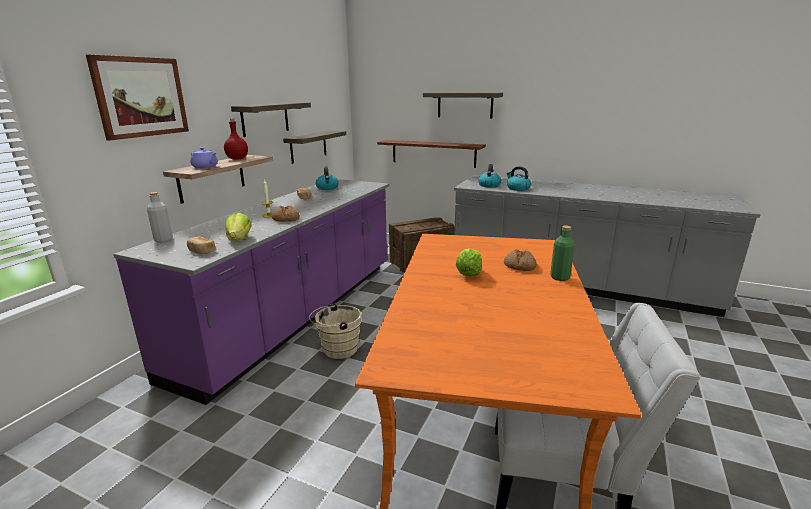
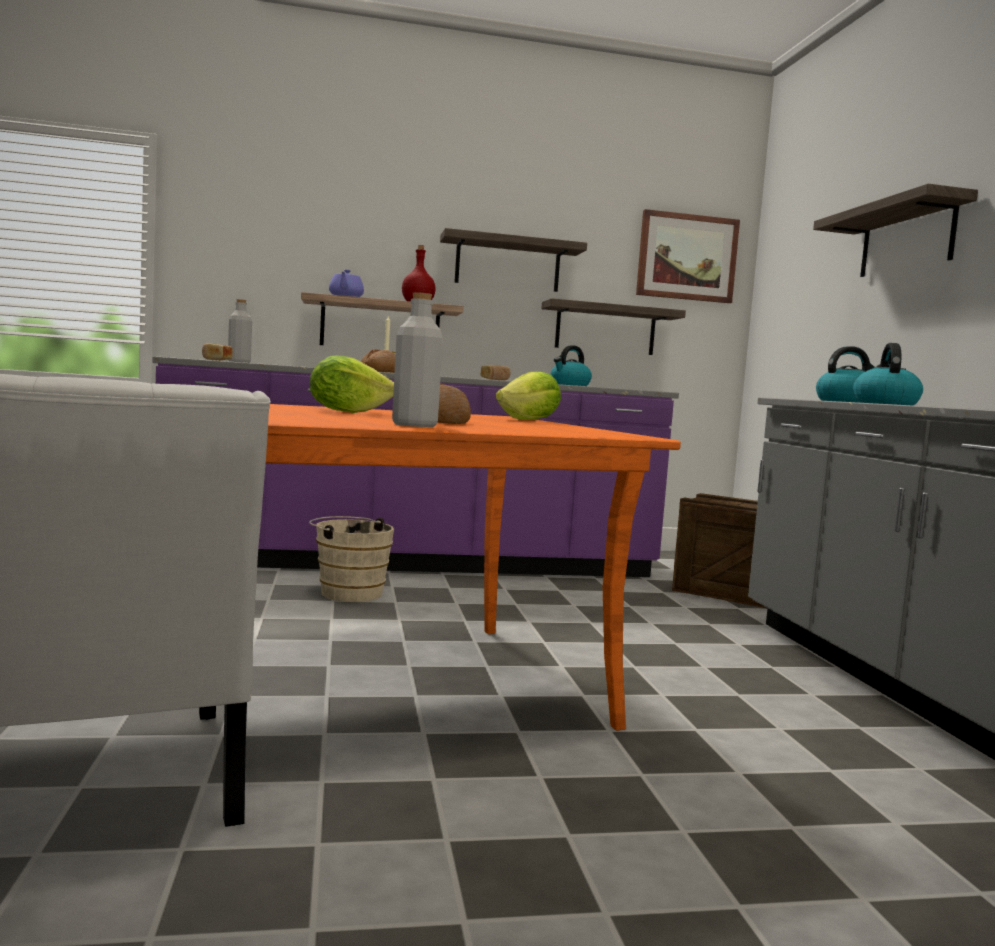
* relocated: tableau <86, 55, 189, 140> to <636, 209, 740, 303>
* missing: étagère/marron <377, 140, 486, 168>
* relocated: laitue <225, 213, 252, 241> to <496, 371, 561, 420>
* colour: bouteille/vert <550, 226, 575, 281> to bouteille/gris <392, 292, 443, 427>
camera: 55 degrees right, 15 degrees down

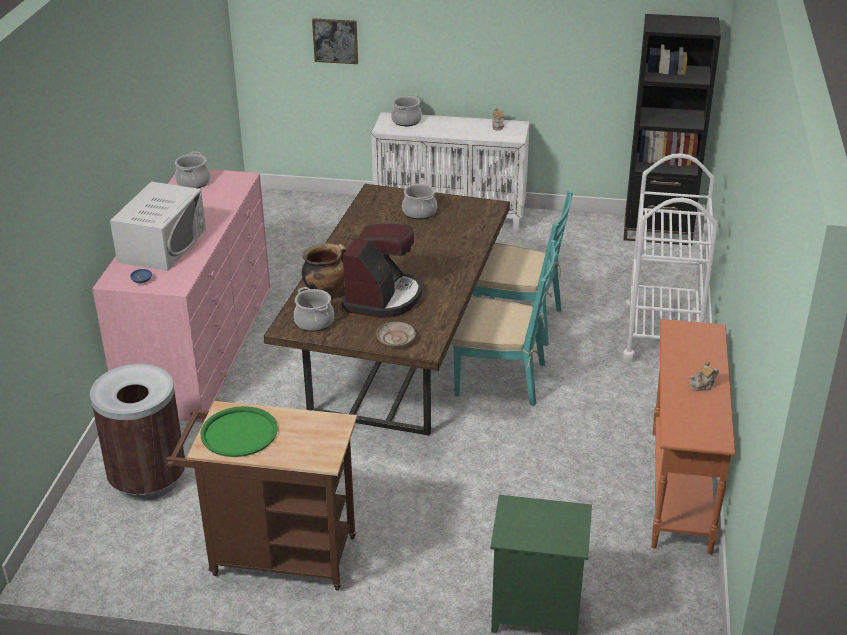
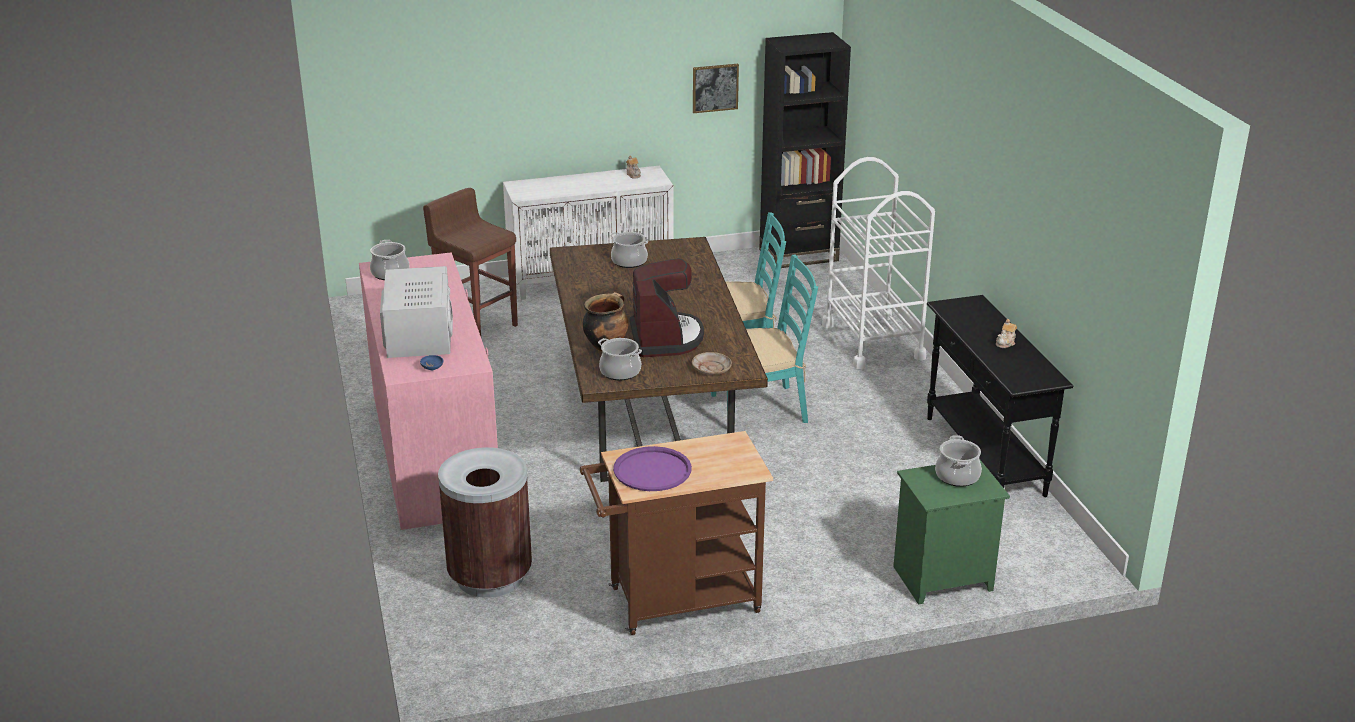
* relocated: tableau <312, 18, 358, 64> to <693, 64, 739, 113>
* relocated: marmite <391, 94, 422, 126> to <935, 435, 982, 487>
* colour: table console/orange <651, 319, 735, 555> to table console/noir <927, 295, 1073, 497>
* colour: plateau/vert <200, 406, 278, 457> to plateau/violet <613, 446, 692, 491>
* appeared: tabouret/marron <423, 188, 518, 336>
camera: 25 degrees left, 5 degrees down

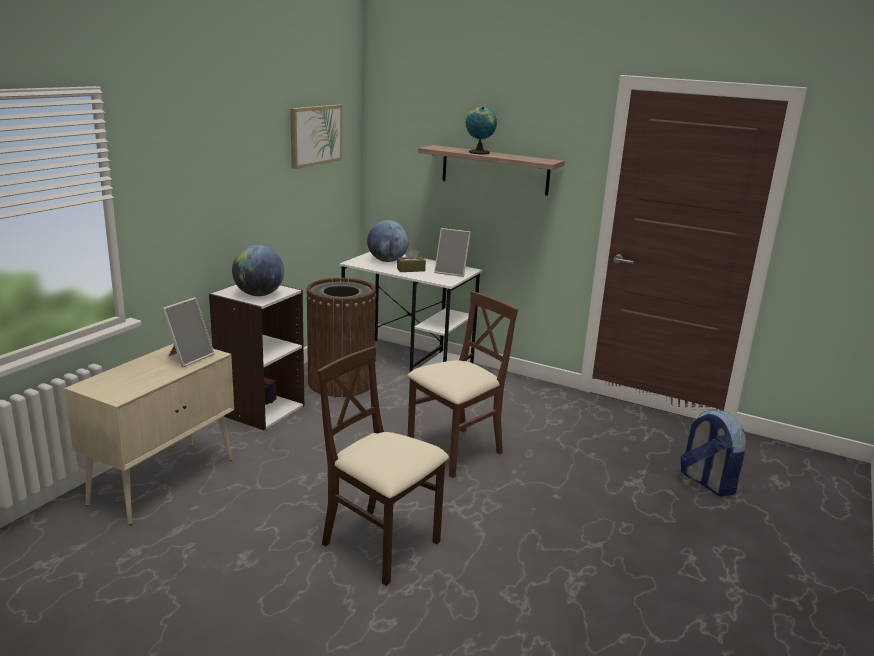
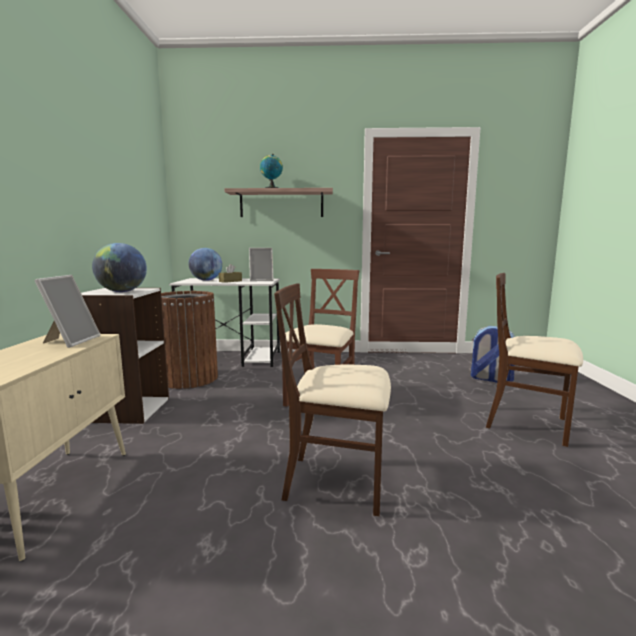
* missing: tableau <290, 105, 342, 169>
* appeared: chaise/beige <486, 273, 583, 447>
camera: 25 degrees left, 10 degrees down

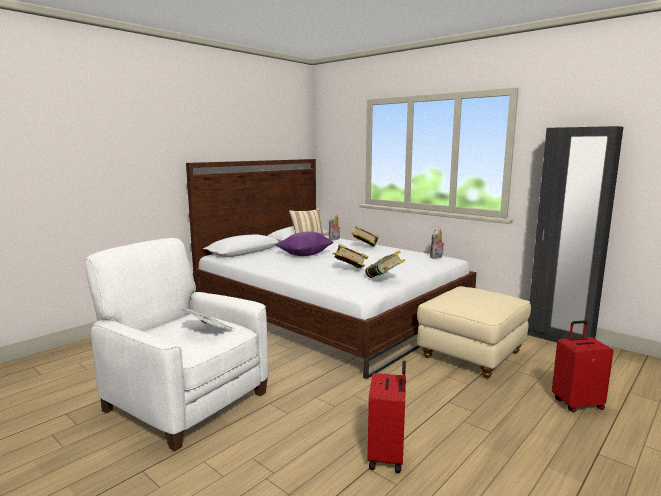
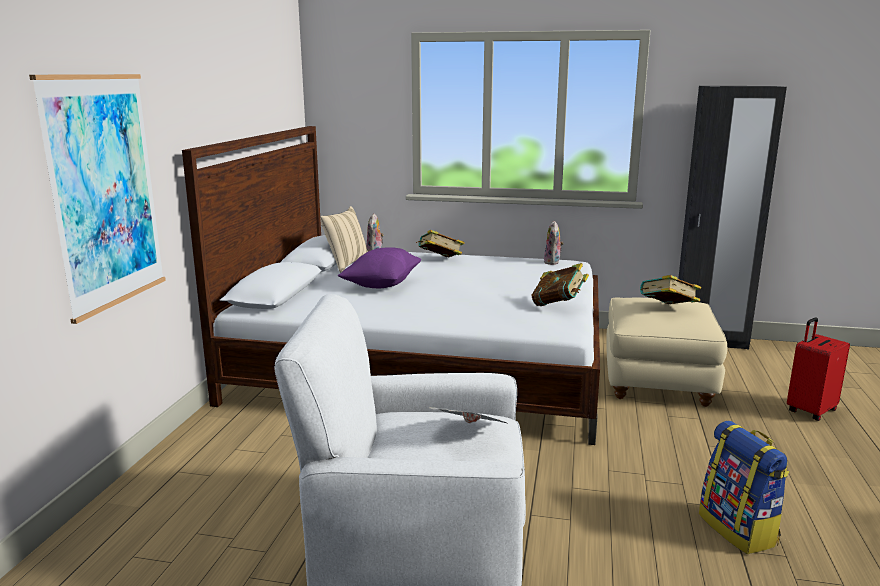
* relocated: livre <332, 244, 369, 268> to <640, 275, 701, 304>
* exchanged: valise/rouge <368, 361, 406, 473> to sac à dos <699, 421, 789, 554>
* appeared: tableau <29, 74, 166, 324>
camera: 30 degrees left, 5 degrees up

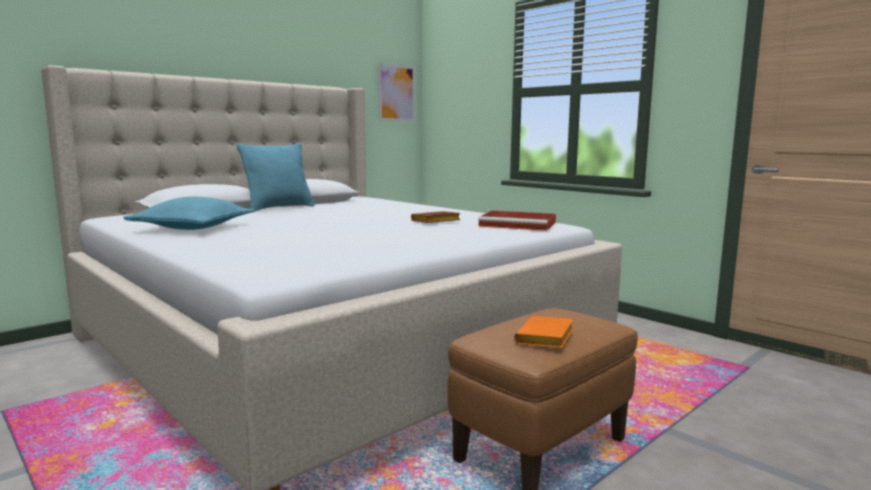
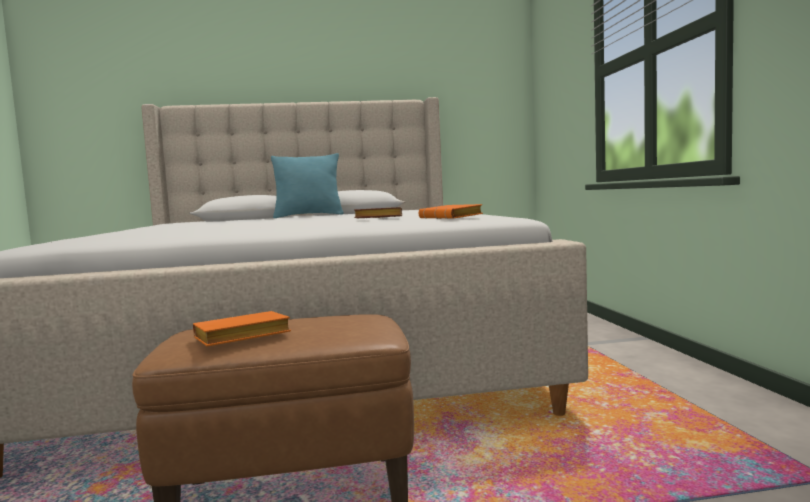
* missing: tableau <378, 63, 415, 122>
* missing: coussin/turquoise <123, 197, 255, 230>
* exchanged: plateau/rouge <478, 210, 556, 231> to livre/orange <419, 204, 483, 219>
camera: 35 degrees right, 5 degrees down

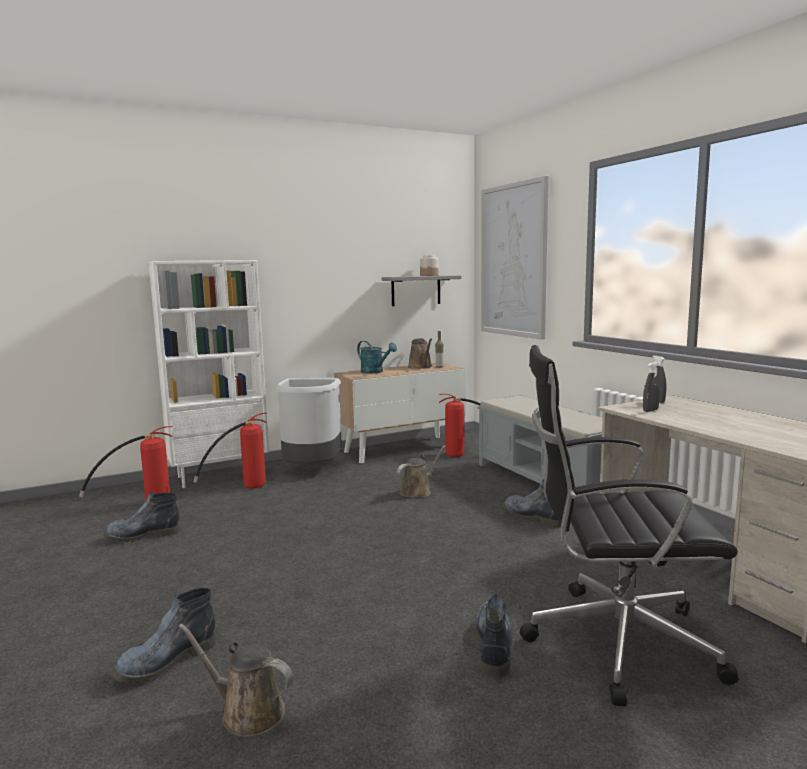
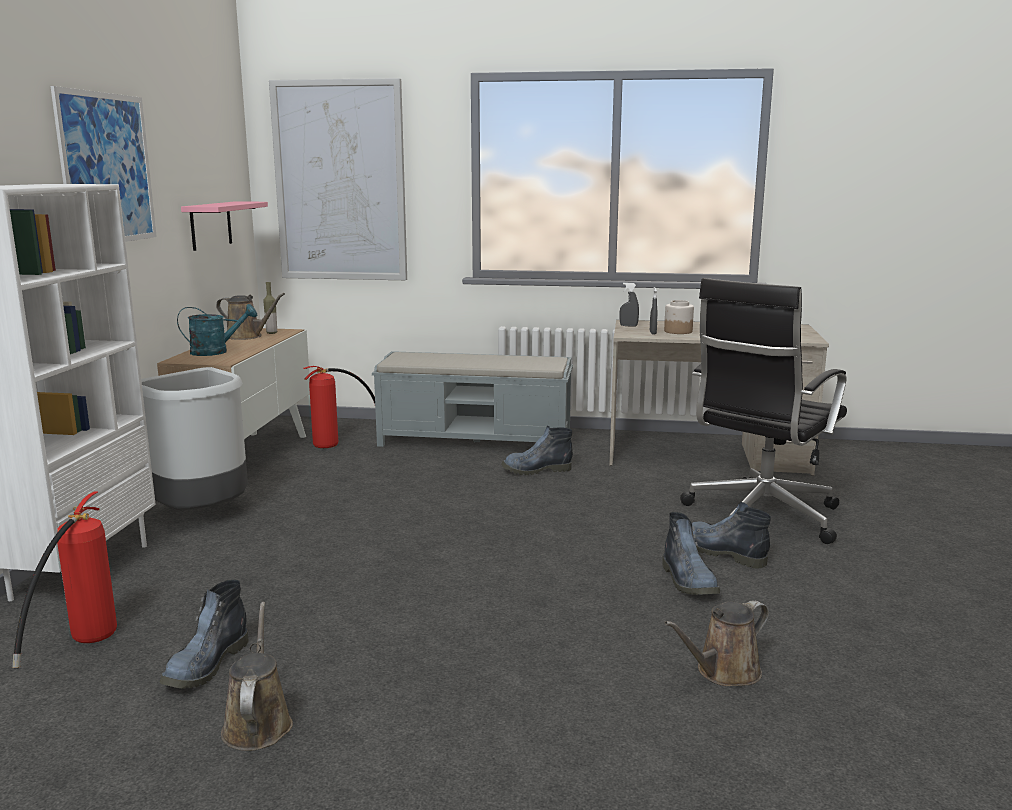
* relocated: bocal <420, 255, 438, 276> to <664, 300, 694, 334>
* colour: étagère/gris <381, 275, 461, 306> to étagère/rose <181, 201, 268, 251>
* missing: extincteur <193, 413, 267, 488>
* relocated: arrosoir/marron <397, 445, 446, 498> to <221, 602, 293, 751>
* relocated: botte <110, 588, 215, 684> to <662, 512, 720, 595>
* appeared: tableau <51, 86, 157, 242>
camera: 55 degrees left, 5 degrees up

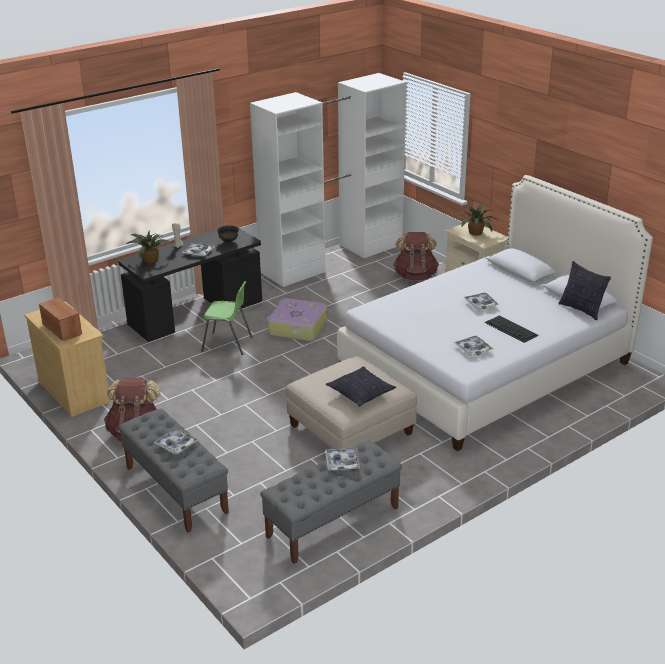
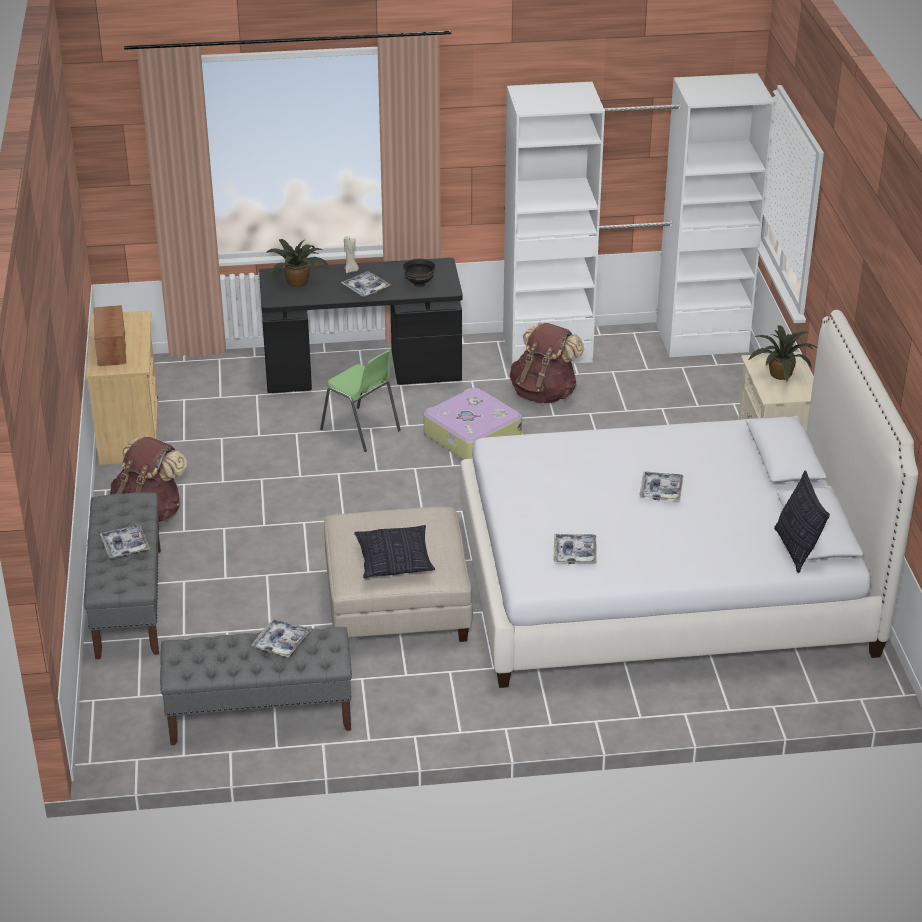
* relocated: sac à dos/marron <393, 232, 439, 280> to <510, 323, 584, 403>
* missing: clavier <485, 315, 539, 343>
camera: 30 degrees right, 5 degrees up

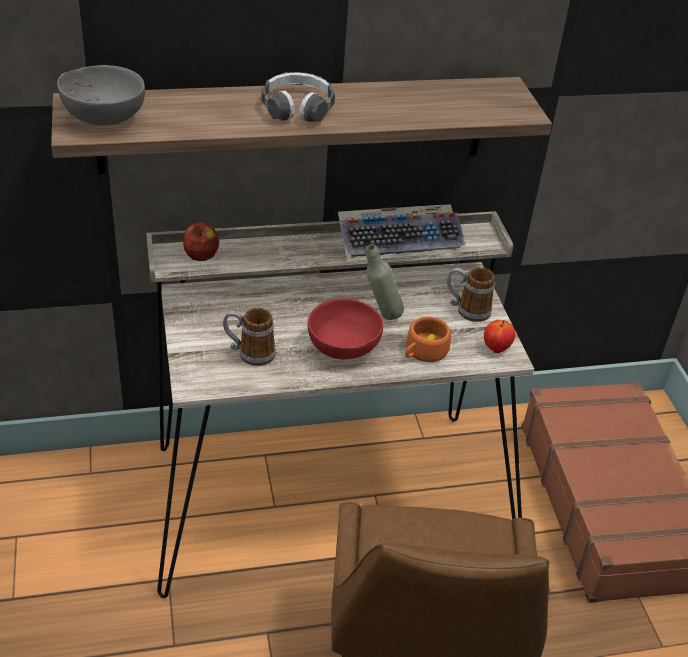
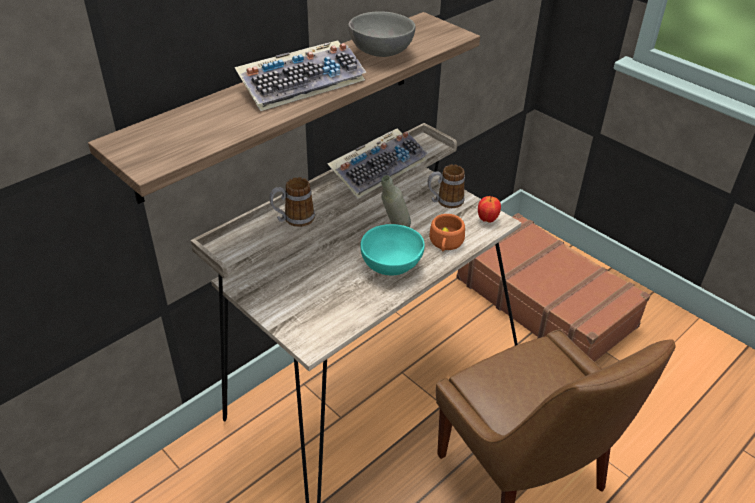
* relocated: bol/gris <57, 65, 145, 125> to <348, 11, 415, 57>
* exchanged: casque audio <261, 72, 335, 122> to clavier <234, 41, 366, 111>
* missing: pomme <183, 222, 219, 261>
* colour: bol/rouge <308, 298, 384, 360> to bol/turquoise <360, 224, 425, 275>
* relocated: mug <223, 307, 276, 366> to <269, 177, 315, 227>
camera: 30 degrees left, 0 degrees up

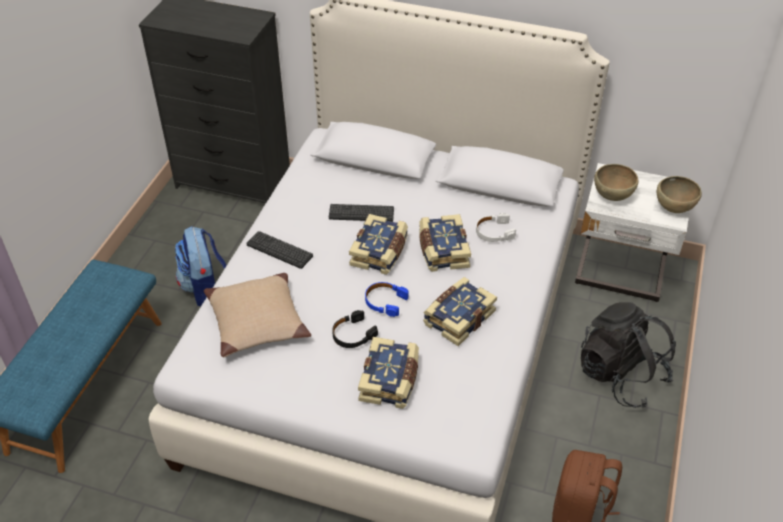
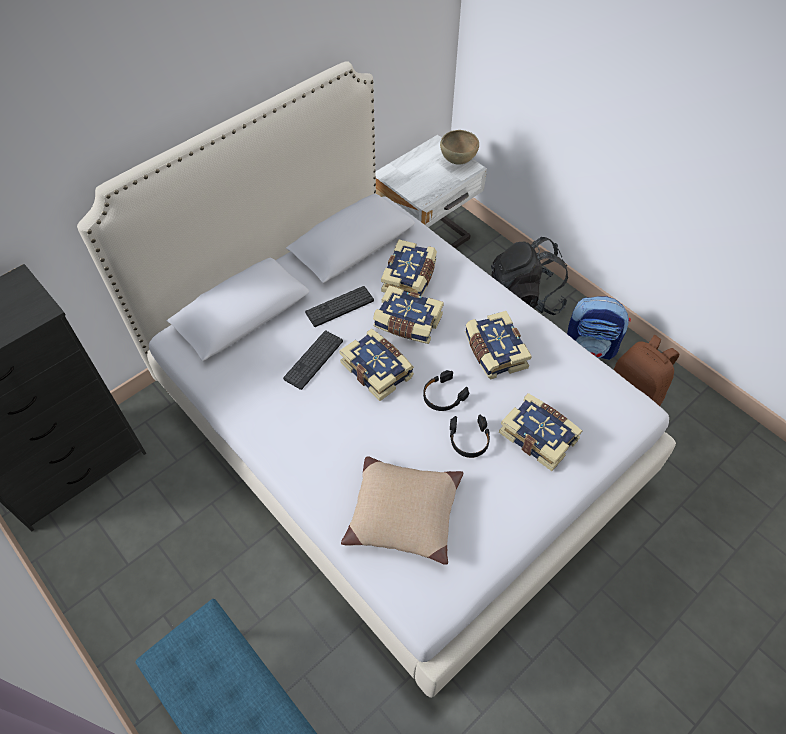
* missing: bol/marron <594, 164, 639, 201>
* exchanged: casque audio/blanc <476, 213, 516, 242> to livre <381, 239, 437, 297>
* relocated: sac à dos <175, 226, 227, 307> to <567, 297, 631, 360>
* relocated: clavier <246, 231, 313, 269> to <305, 286, 374, 327>
* colour: casque audio/bleu <365, 282, 409, 317> to casque audio/noir <423, 370, 469, 411>
camera: 60 degrees left, 10 degrees up

